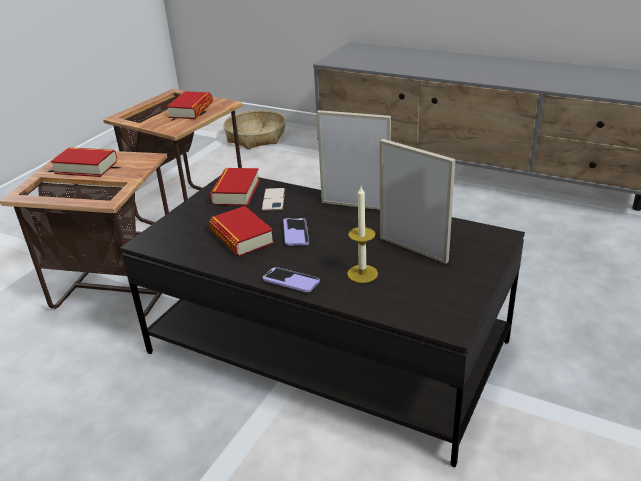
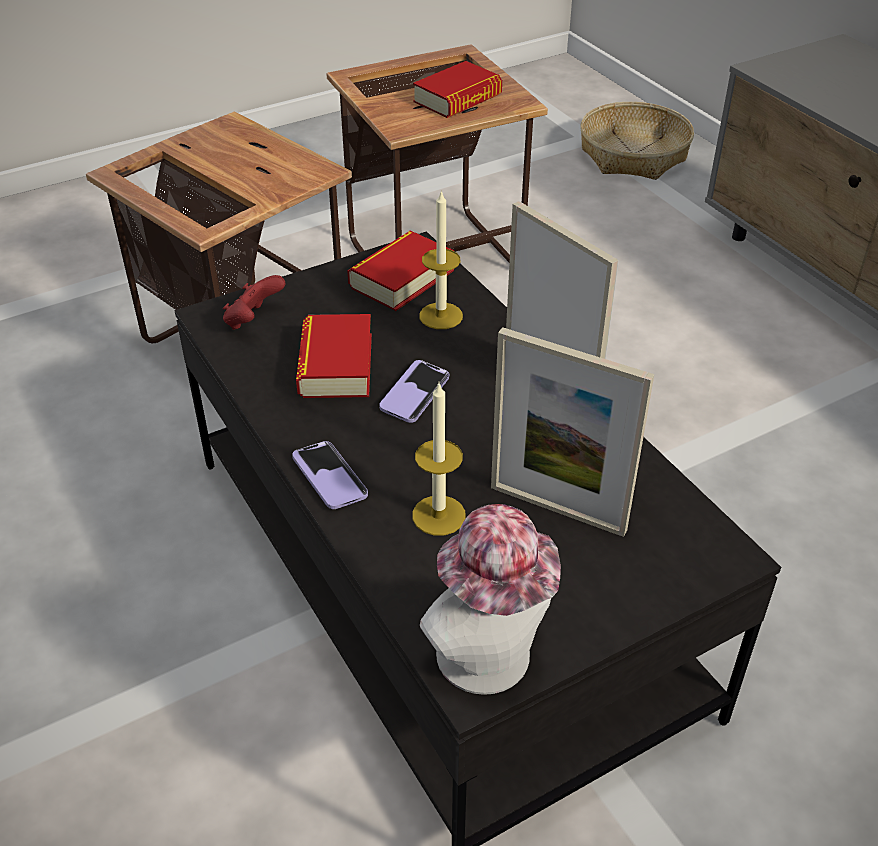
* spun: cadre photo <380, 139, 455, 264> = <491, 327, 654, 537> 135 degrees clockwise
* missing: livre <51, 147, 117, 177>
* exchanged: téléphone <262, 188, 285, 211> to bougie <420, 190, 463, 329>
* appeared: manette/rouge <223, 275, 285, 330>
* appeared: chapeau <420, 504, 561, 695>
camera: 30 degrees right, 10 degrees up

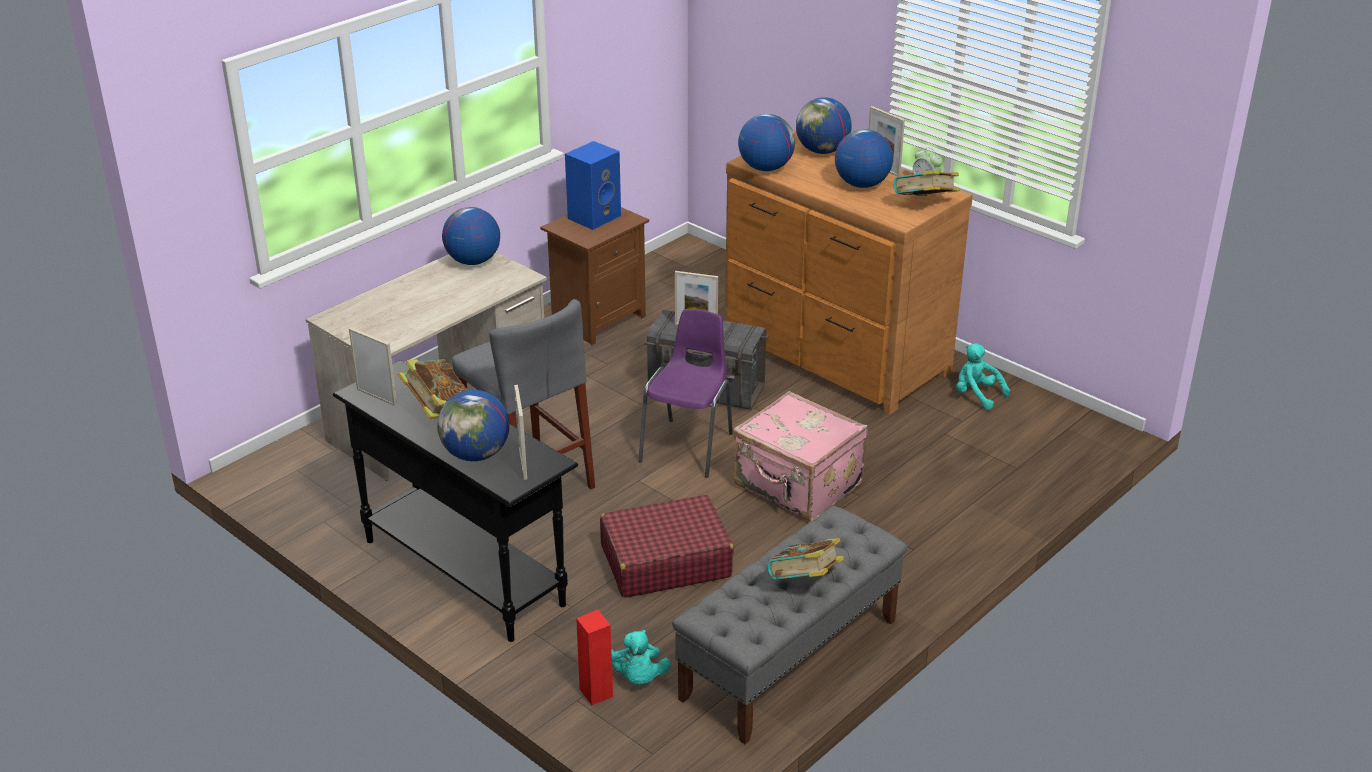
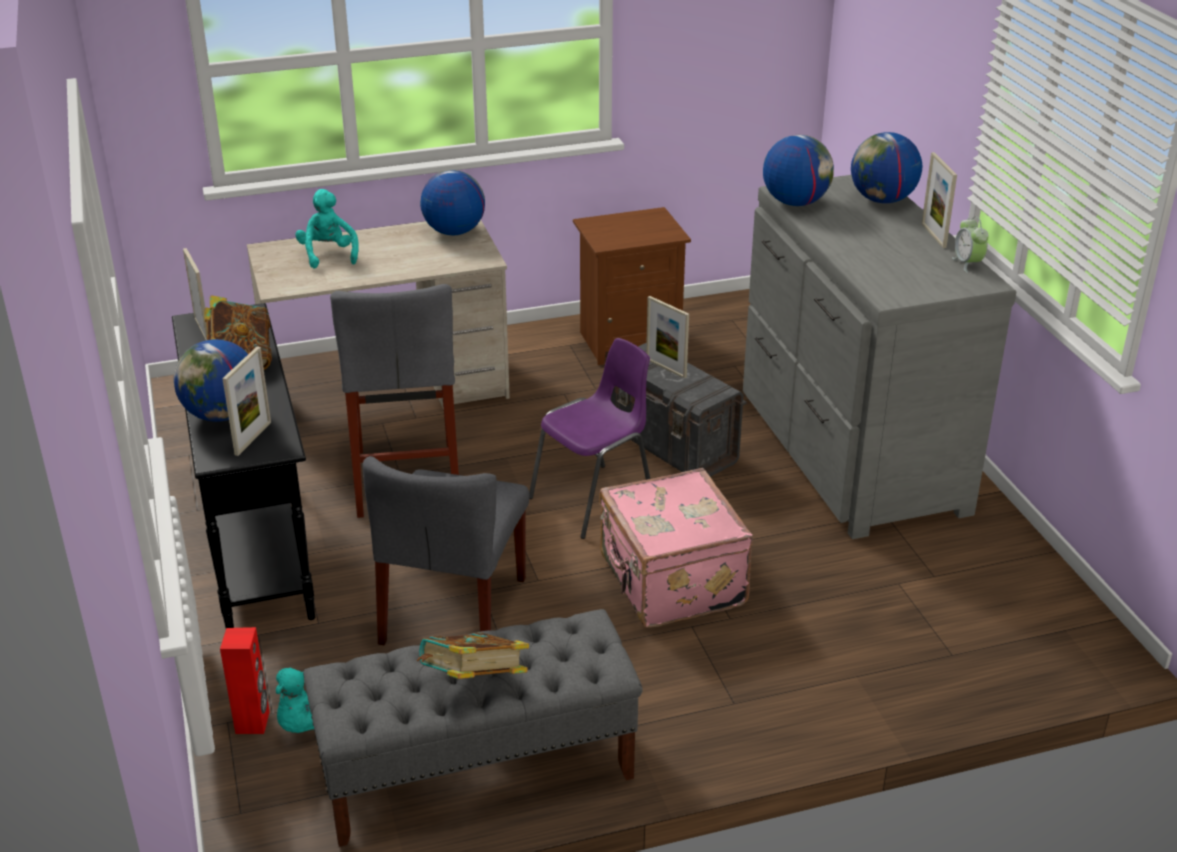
* missing: globe <835, 129, 893, 188>
* colour: commode/marron <725, 130, 973, 414> to commode/gris <743, 175, 1016, 539>
* missing: enceinte/bleu <565, 141, 621, 230>
* missing: livre <893, 171, 960, 196>
* relocated: peluche/turquoise <956, 343, 1010, 410> to <295, 189, 359, 269>
* exchanged: valise/rouge <600, 495, 734, 598> to chaise/gris <362, 456, 529, 645>
camera: 30 degrees right, 0 degrees up

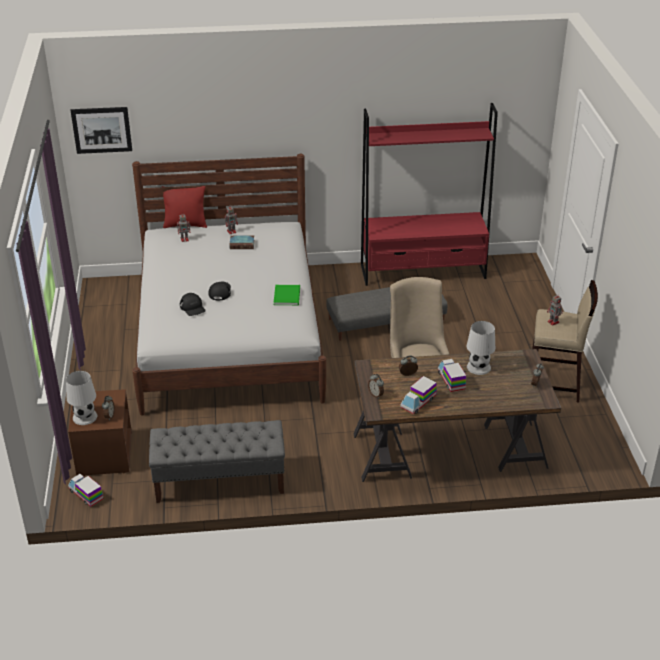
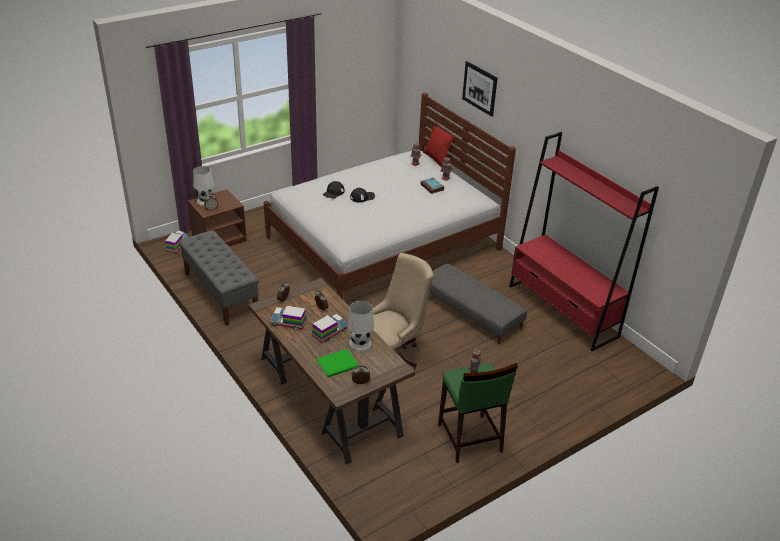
* relocated: tableau <70, 107, 132, 154> to <462, 61, 498, 117>
* colour: tabouret/beige <532, 280, 598, 402> to tabouret/vert <438, 363, 518, 463>
* relocated: livre/vert <274, 285, 300, 305> to <317, 349, 359, 378>
camera: 60 degrees right, 0 degrees up

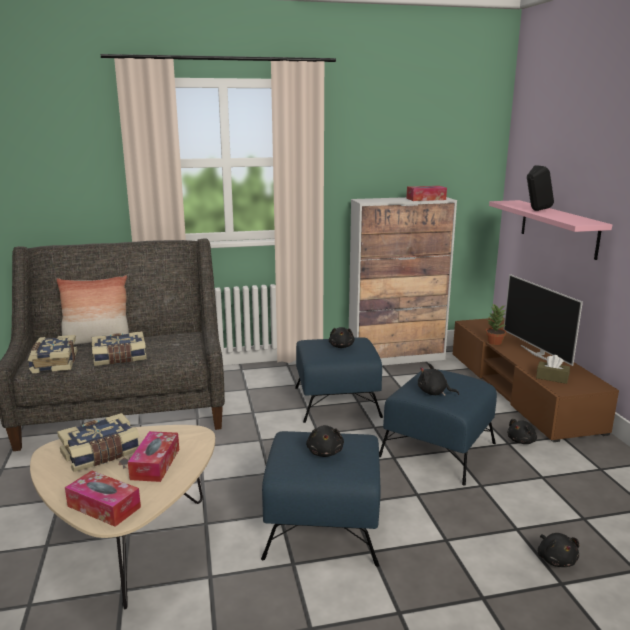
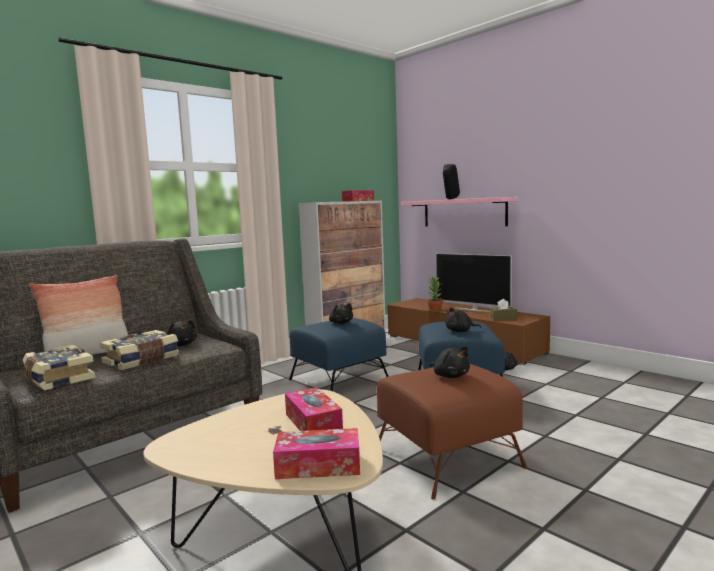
* missing: livre <57, 413, 139, 472>
* colour: pouf/bleu <261, 431, 381, 567> to pouf/marron <377, 364, 527, 500>
* relocated: peluche/noir <538, 533, 580, 567> to <167, 320, 197, 346>
camera: 30 degrees left, 10 degrees down

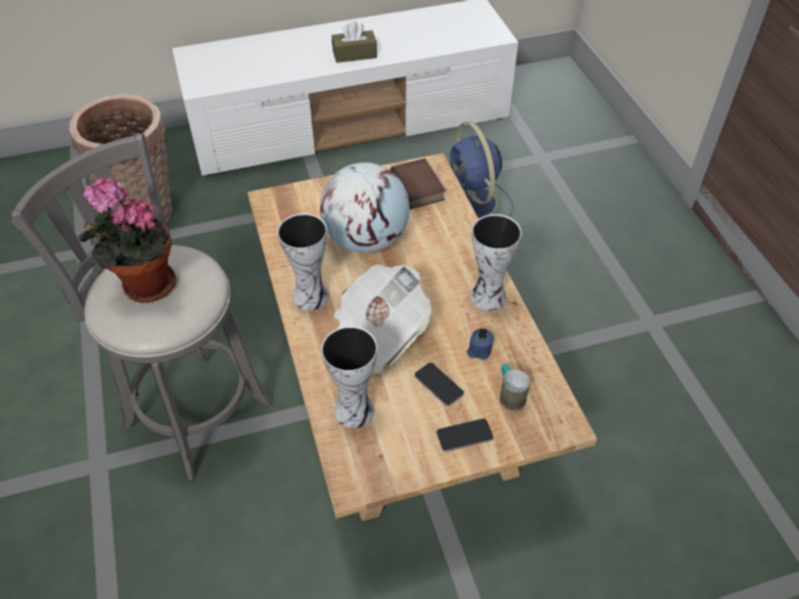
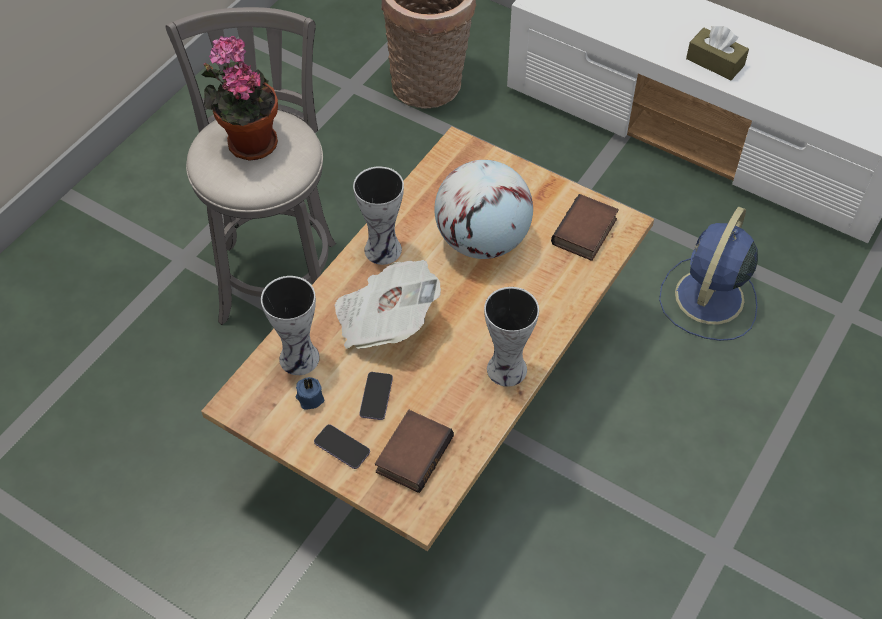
* relocated: bougie/bleu <467, 327, 494, 360> to <296, 377, 324, 410>
* exchanged: mug <500, 363, 530, 411> to livre <375, 410, 454, 493>
camera: 50 degrees right, 5 degrees up

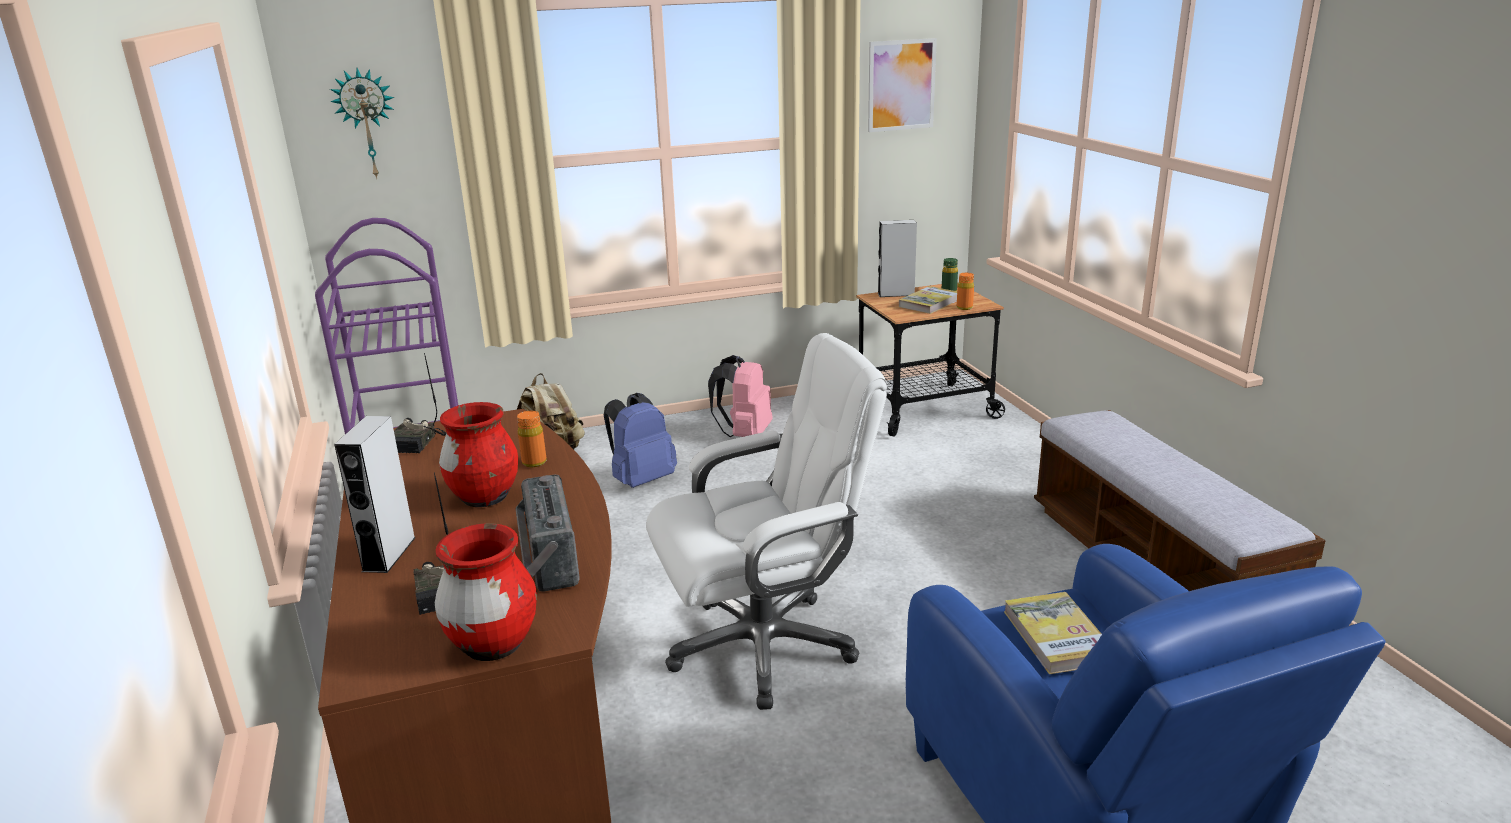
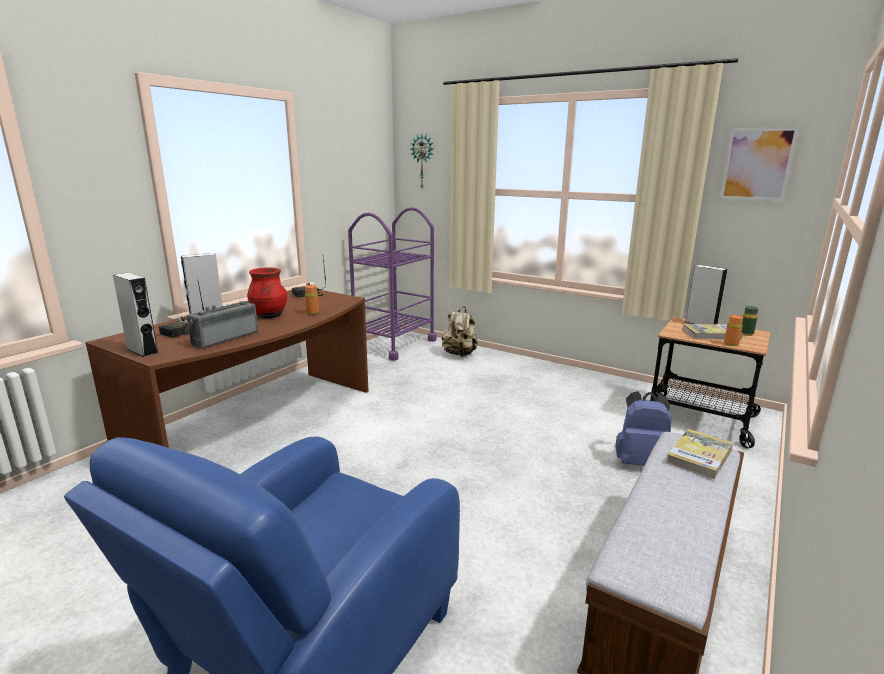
* missing: chaise de bureau/blanc <646, 333, 888, 710>
* missing: sac à dos/rose <708, 355, 773, 437>
* relocated: sac à dos/bleu <604, 393, 677, 488> to <616, 391, 672, 466>
* exchanged: vase/rouge <435, 523, 537, 661> to enceinte/gris <113, 273, 158, 357>
* relocated: livre <1004, 592, 1102, 674> to <666, 429, 733, 479>
camera: 50 degrees right, 5 degrees down

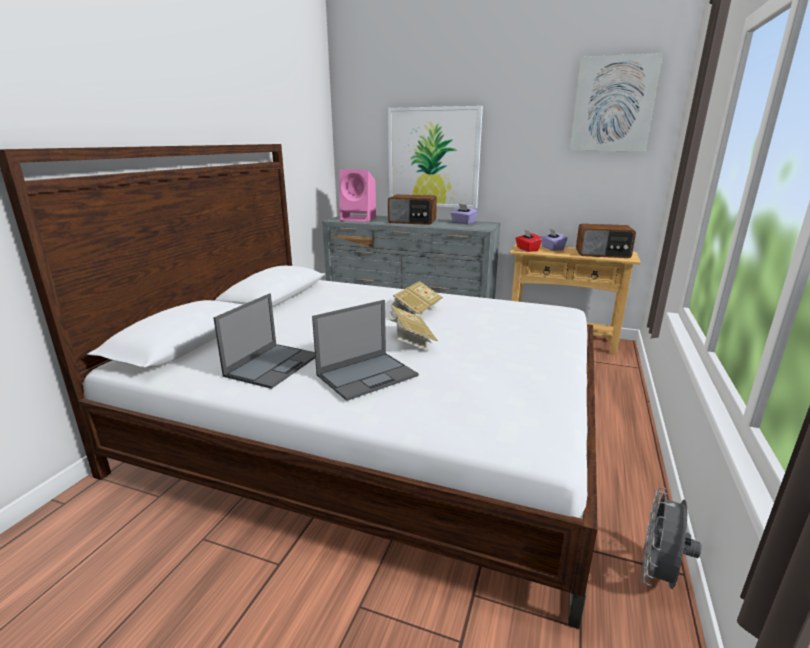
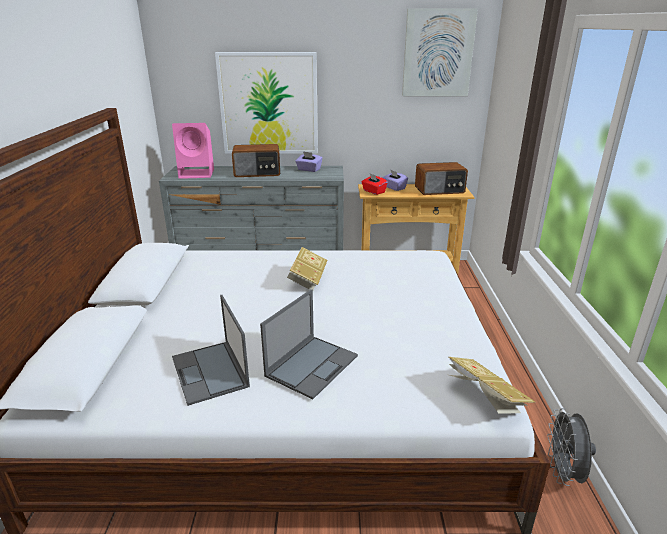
* spun: ordinateur portable <213, 293, 315, 389> = <172, 295, 250, 406> 150 degrees clockwise
* relocated: livre <388, 305, 438, 351> to <449, 357, 535, 414>
camera: 20 degrees left, 5 degrees up

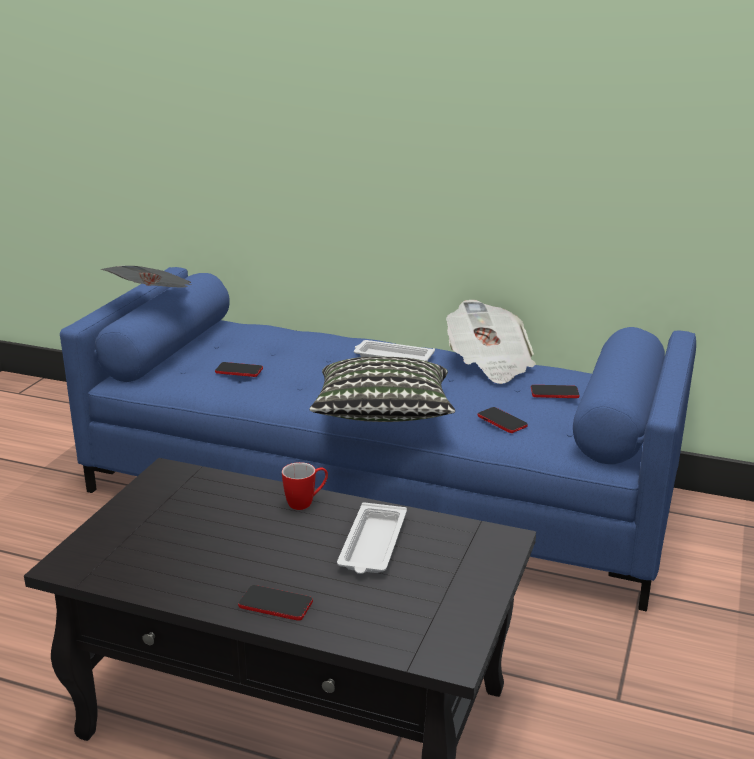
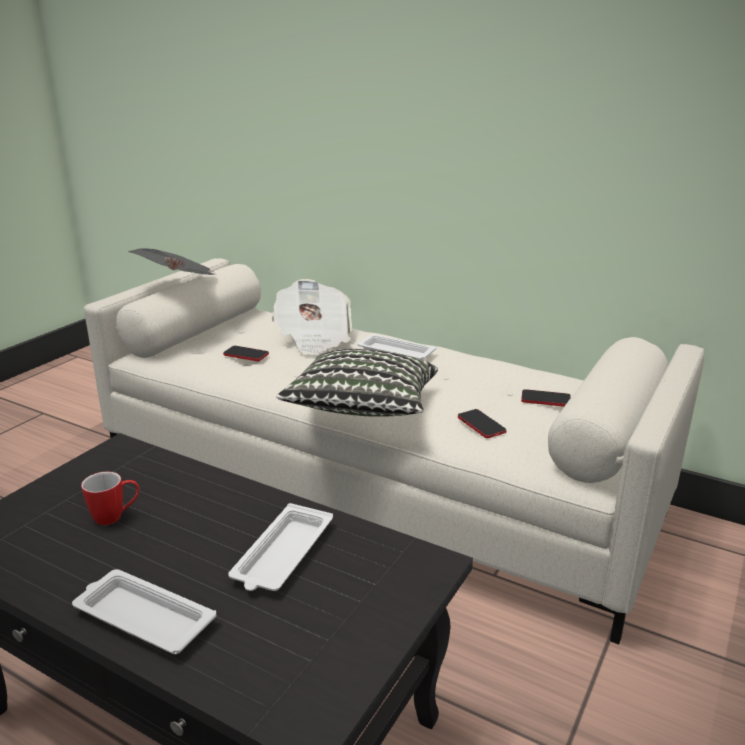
* colour: canapé/bleu <60, 267, 696, 611> to canapé/beige <84, 258, 704, 645>
* relocated: journal <446, 300, 536, 384> to <272, 279, 352, 355>
* relocated: mug <282, 462, 328, 510> to <81, 472, 139, 525>
* exchanged: téléphone <238, 585, 313, 621> to plateau/blanc <72, 569, 216, 654>
camera: 10 degrees right, 0 degrees up

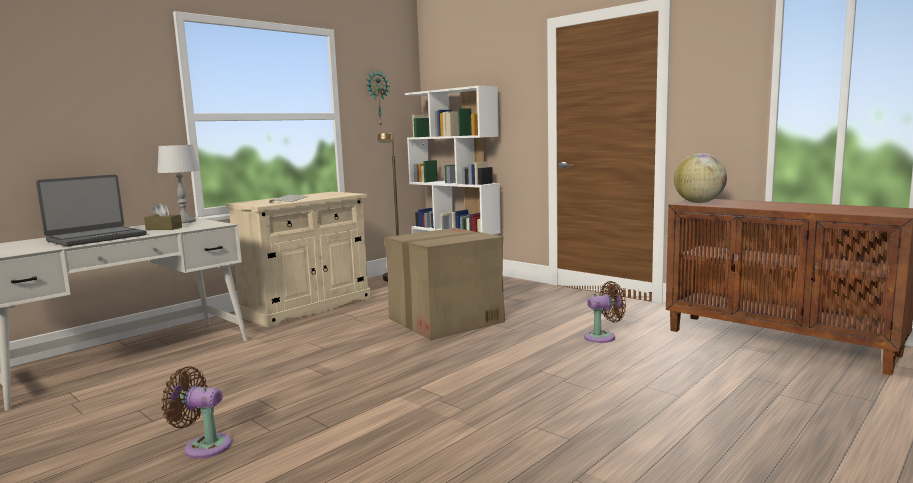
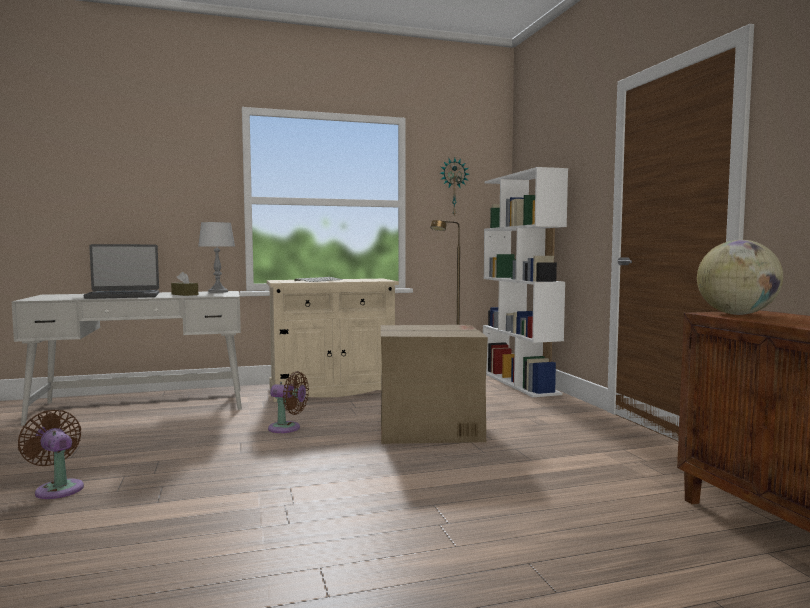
* relocated: ventilateur/marron <584, 281, 626, 343> to <268, 371, 309, 433>
camera: 30 degrees right, 5 degrees down

